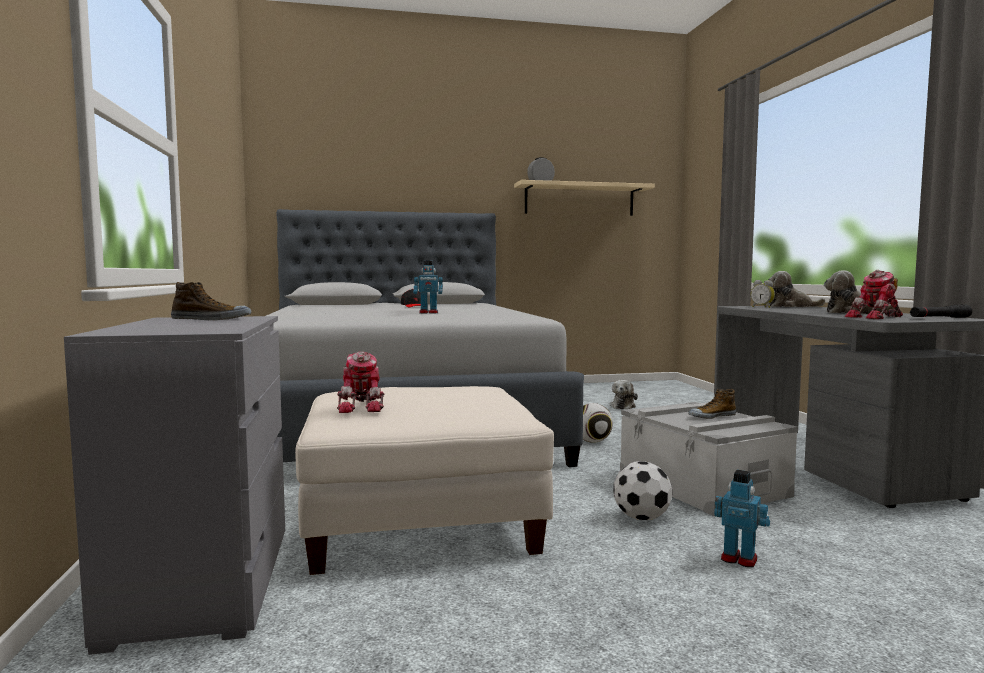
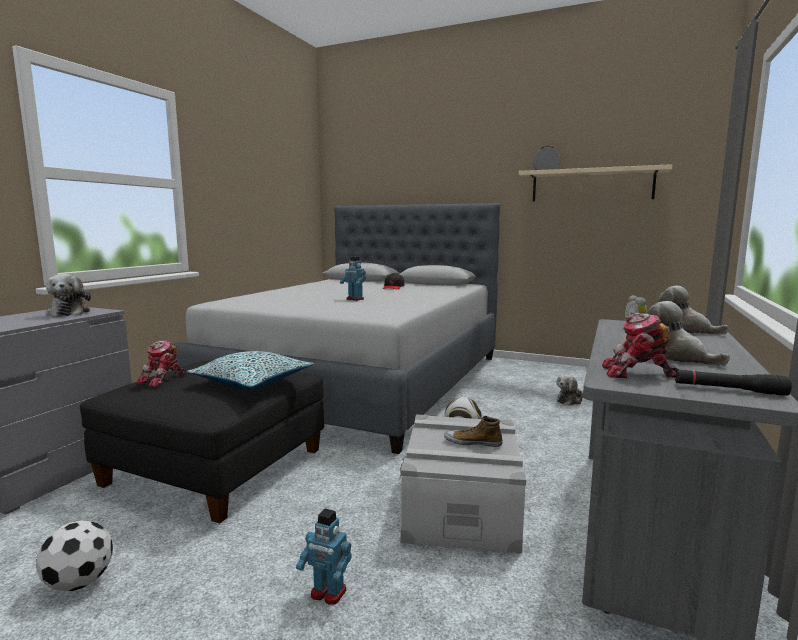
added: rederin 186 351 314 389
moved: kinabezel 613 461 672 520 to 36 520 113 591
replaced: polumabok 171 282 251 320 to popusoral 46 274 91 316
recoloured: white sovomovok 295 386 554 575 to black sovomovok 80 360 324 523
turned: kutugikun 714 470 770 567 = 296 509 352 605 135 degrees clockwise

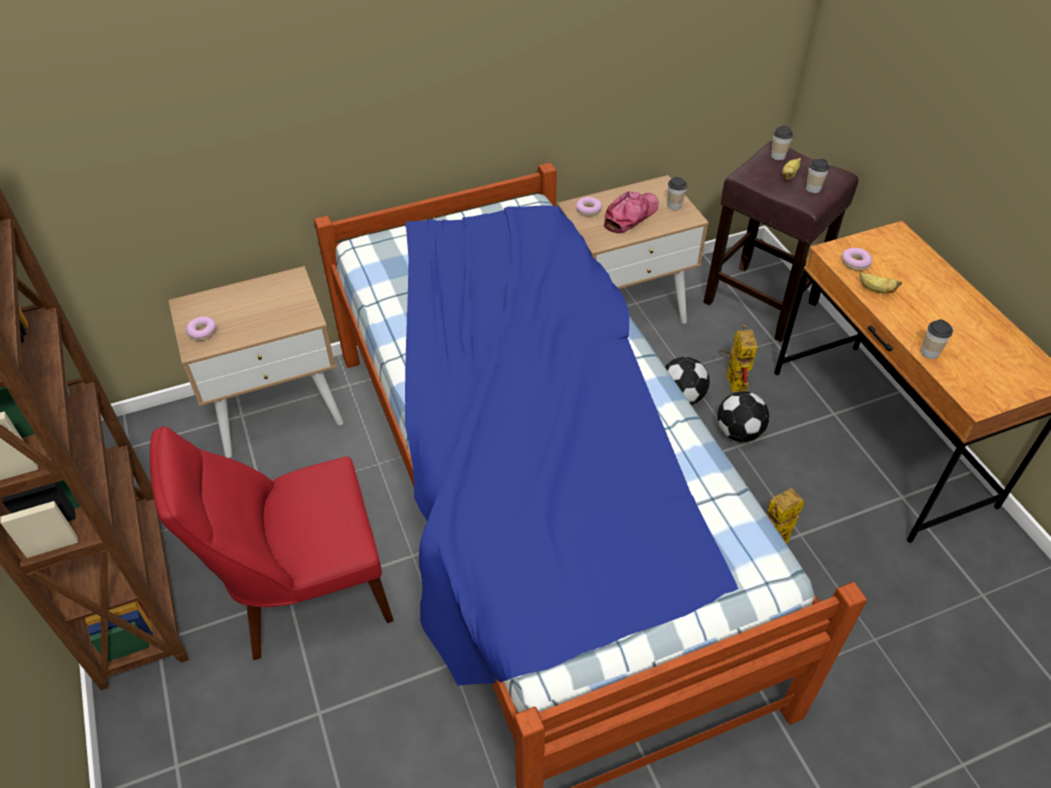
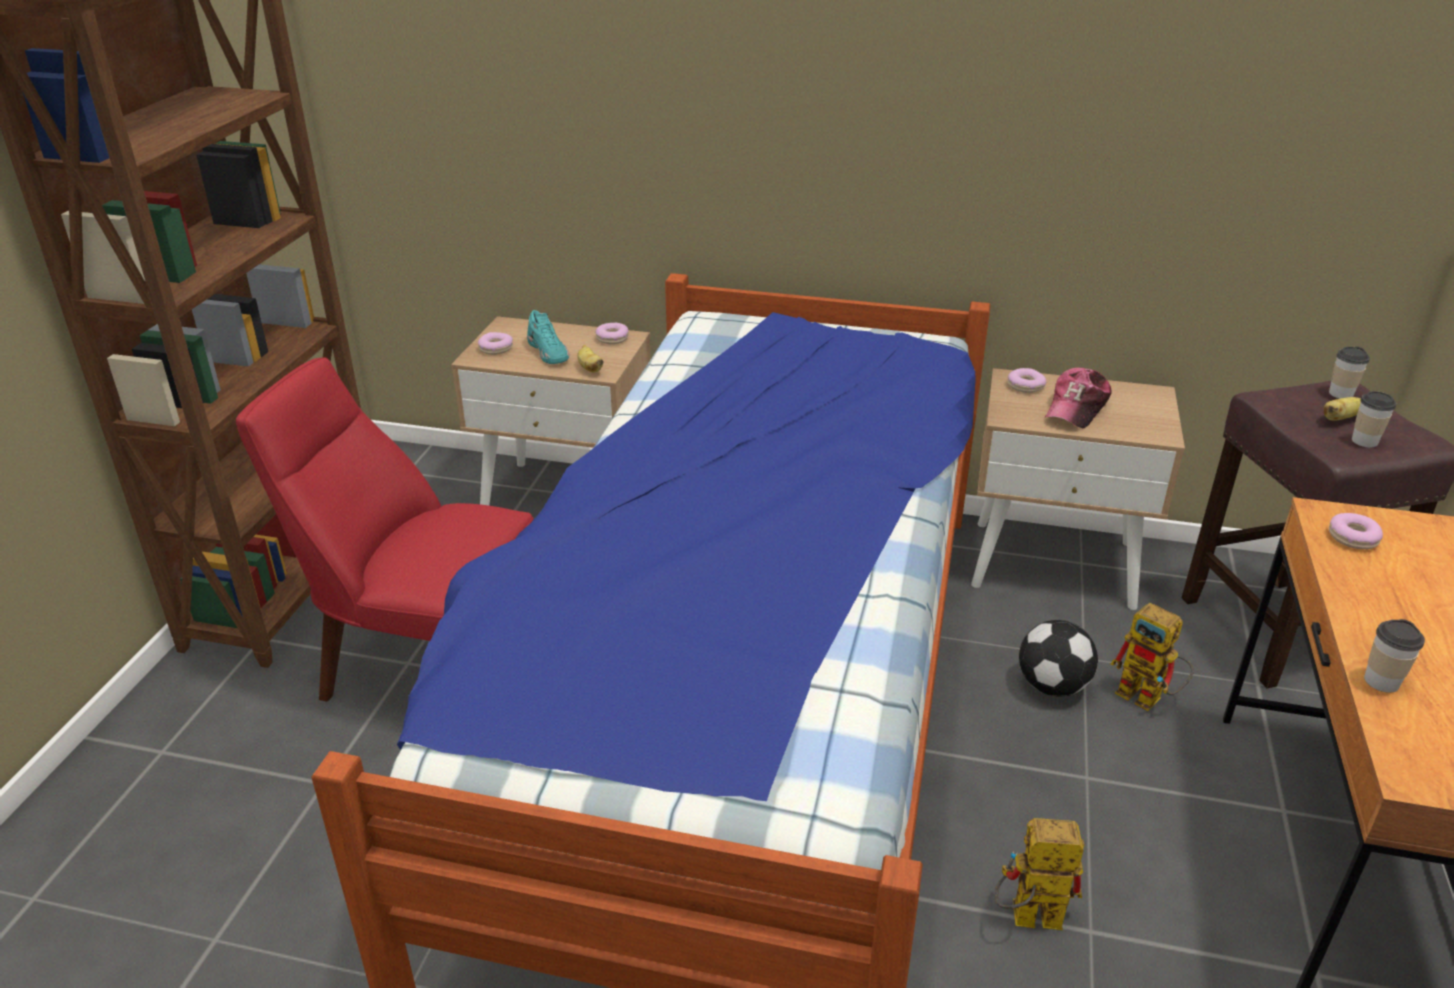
removed: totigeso 668 177 687 210; kinabezel 717 391 769 442
added: turquoise polumabok 527 310 569 364; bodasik 595 323 629 344
moved: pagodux 859 272 902 294 to 577 345 604 373
turned: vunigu 604 191 659 233 = 1045 368 1111 428 135 degrees clockwise; kutugikun 718 324 757 392 = 1111 603 1194 711 105 degrees clockwise

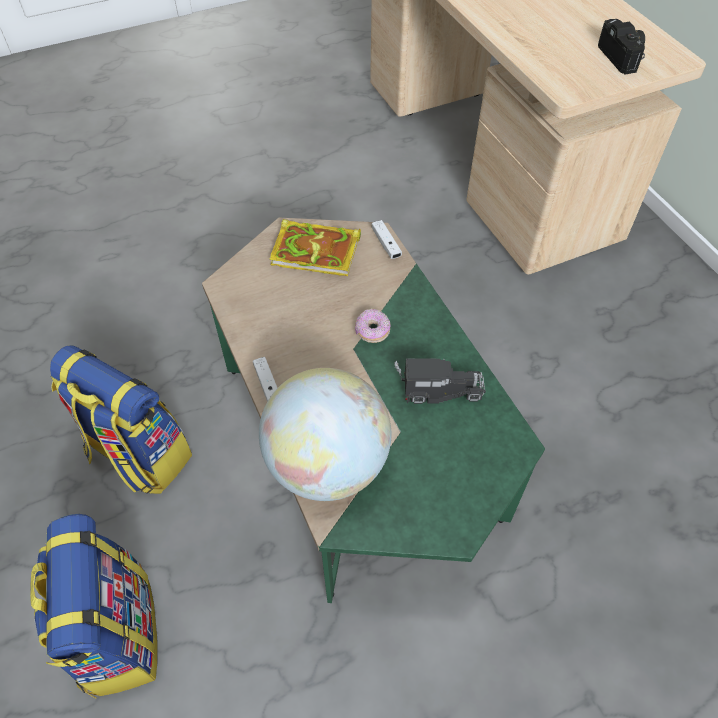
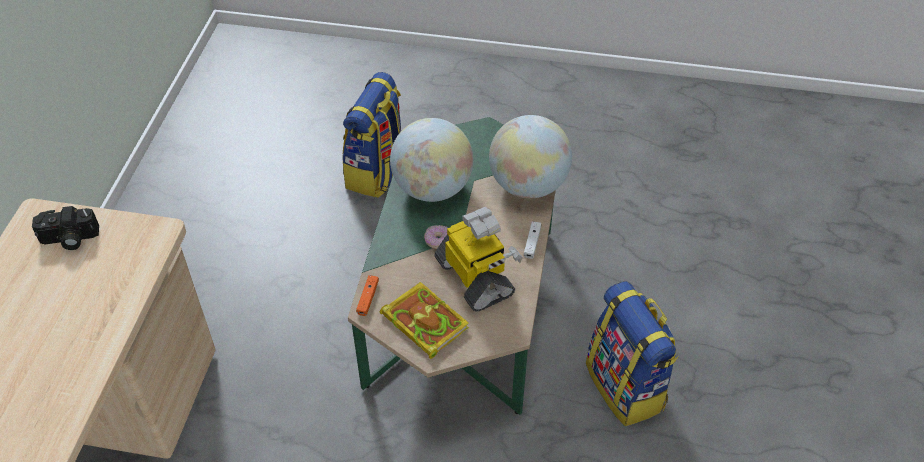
added: kutugikun 434 207 523 312
moved: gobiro 30 514 158 699 to 342 72 401 198
replaced: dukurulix 394 358 486 404 to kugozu 390 118 473 202
recoloured: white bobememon 372 220 402 259 to orange bobememon 356 275 379 316
turned: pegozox 598 19 645 74 = 32 206 99 250 120 degrees counterclockwise

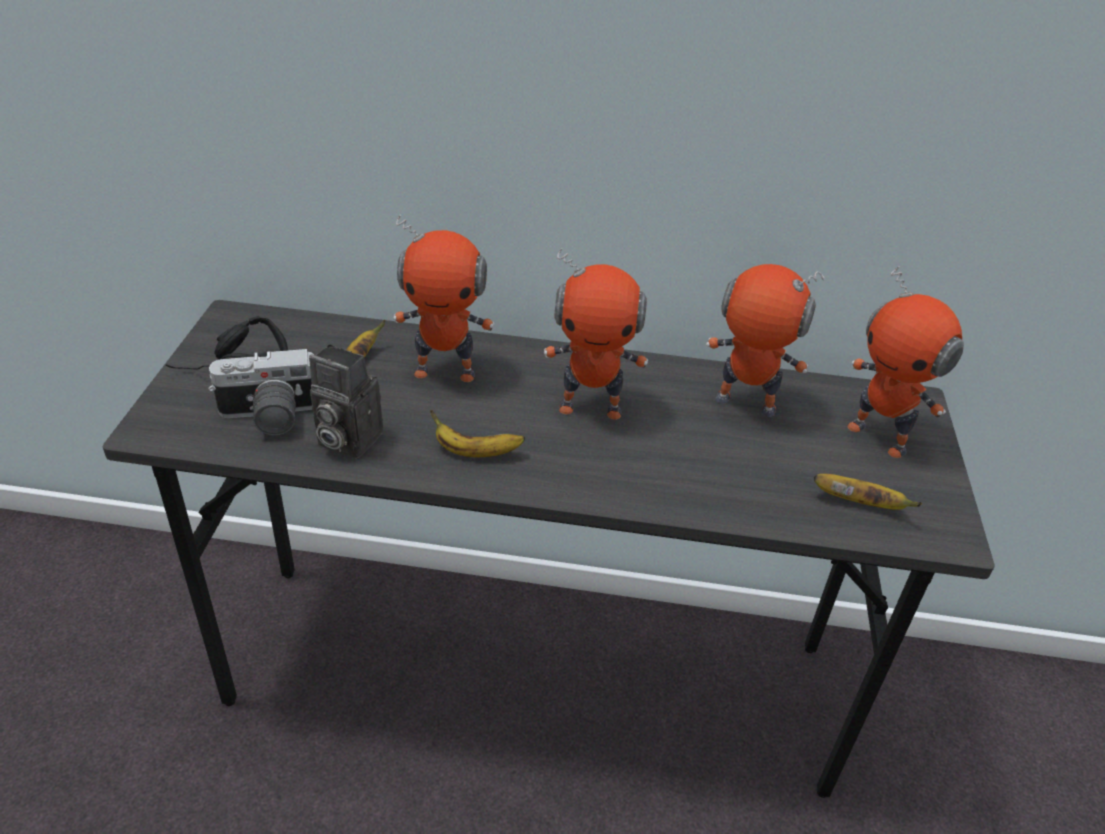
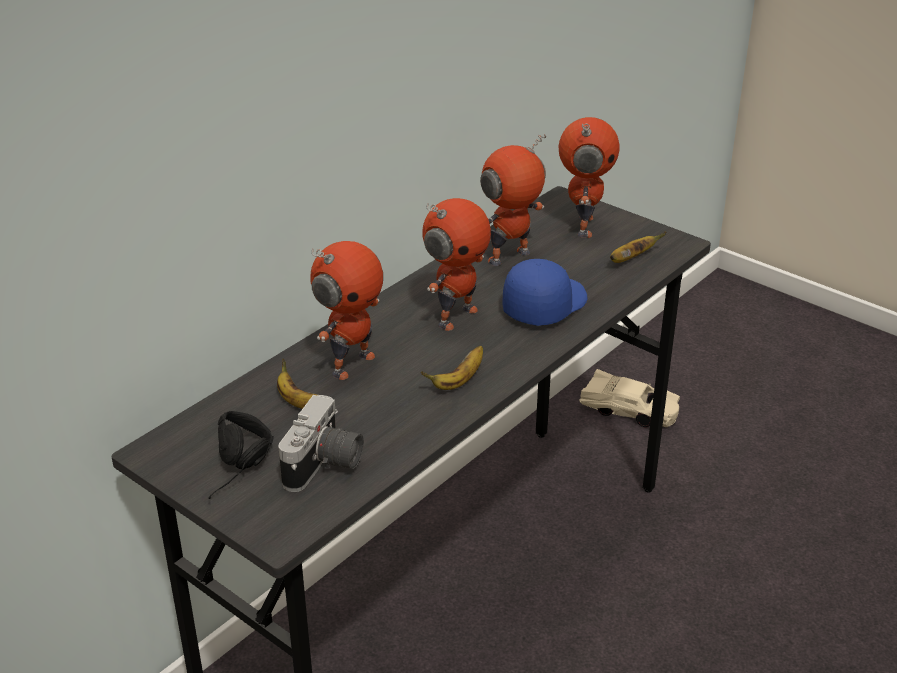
removed: pegozox 309 344 383 459
added: blue vunigu 502 259 587 326; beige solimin 579 369 680 427
turned: kutugikun 847 266 964 458 = 559 117 620 238 75 degrees counterclockwise

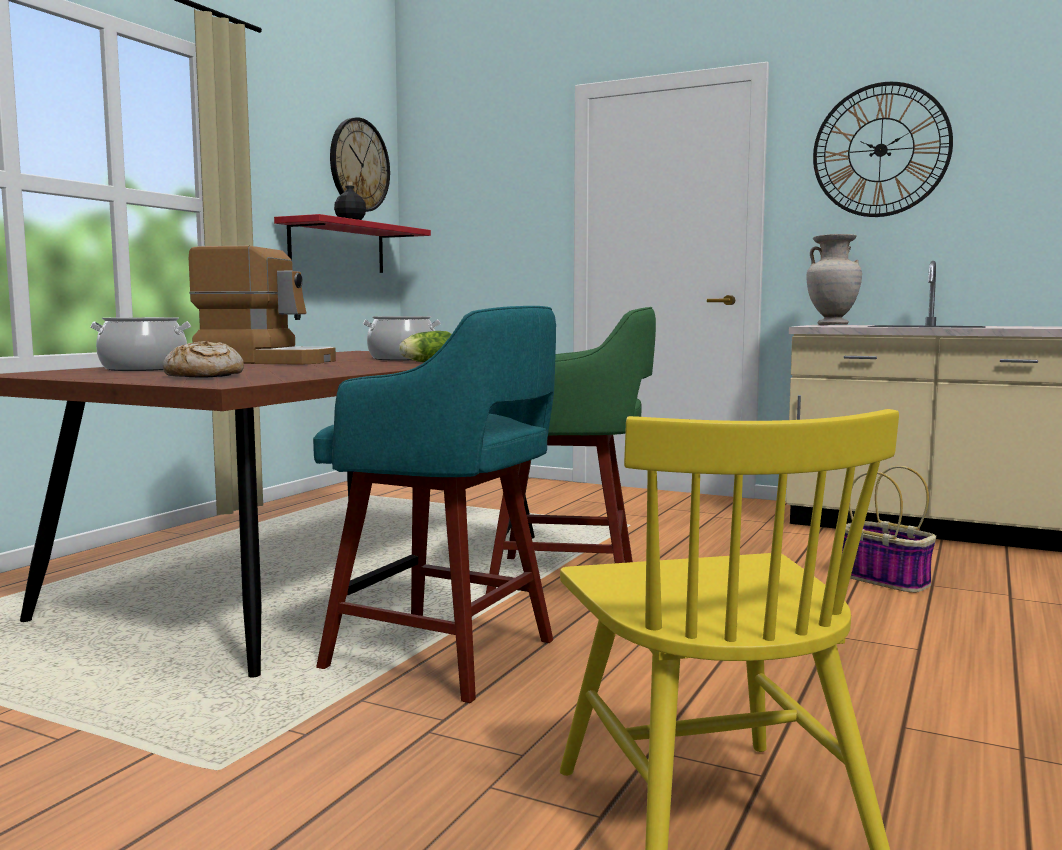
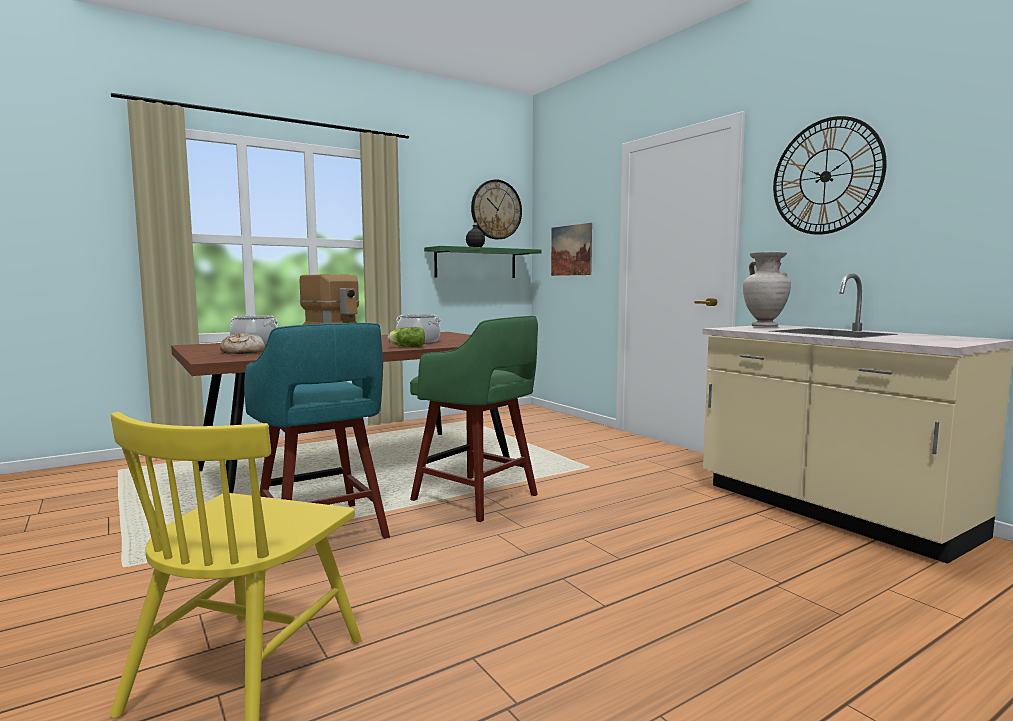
removed: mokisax 842 466 936 593
added: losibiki 551 223 592 276
recoloured: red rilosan 274 214 431 273 to green rilosan 424 246 542 278

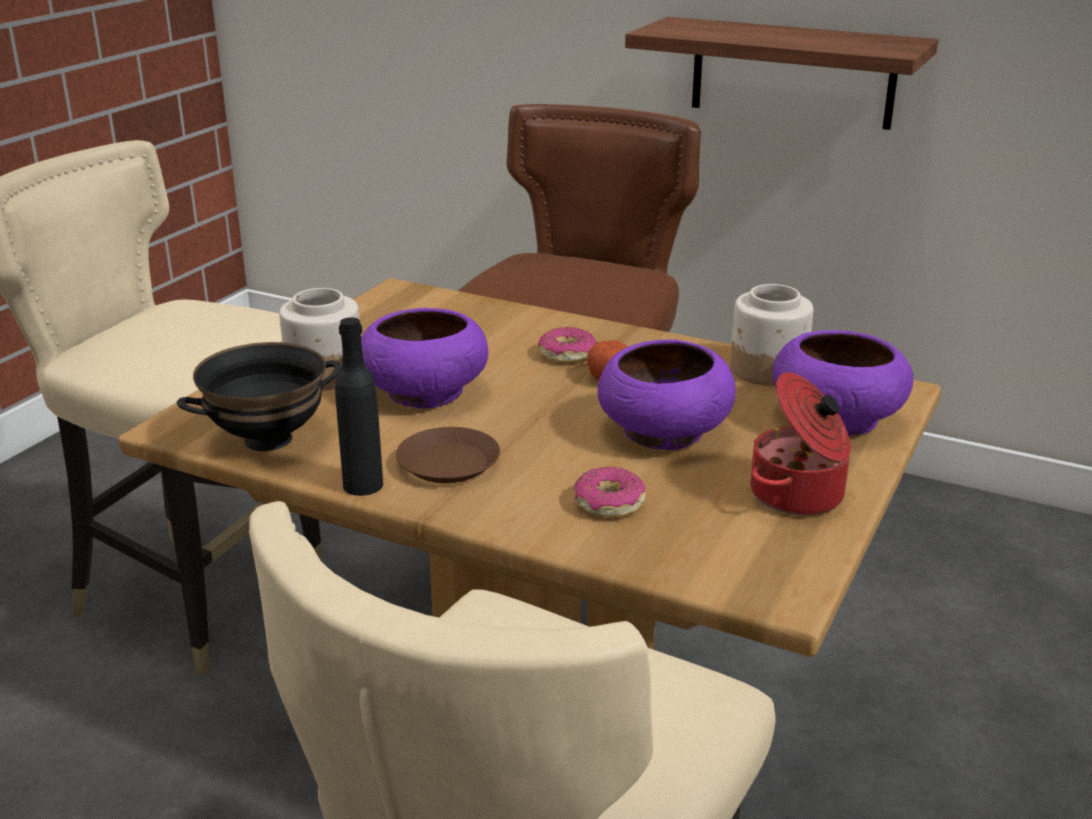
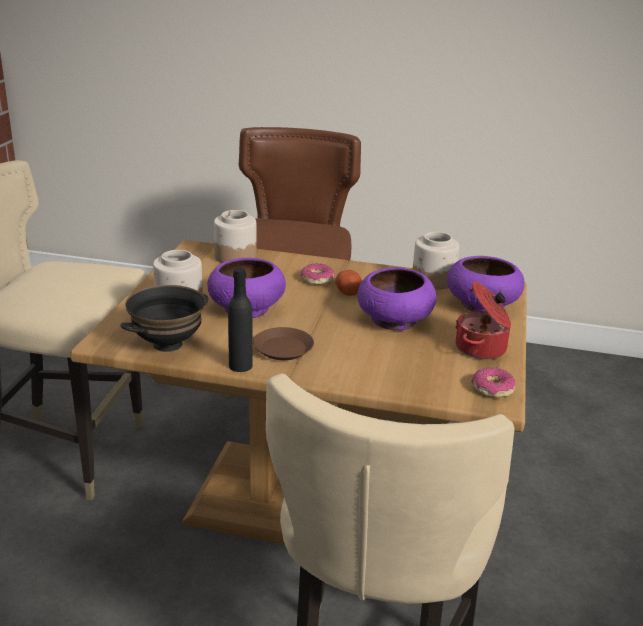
removed: rilosan 625 17 938 130
added: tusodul 214 210 257 263
moved: bodasik 574 467 646 517 to 471 367 515 398

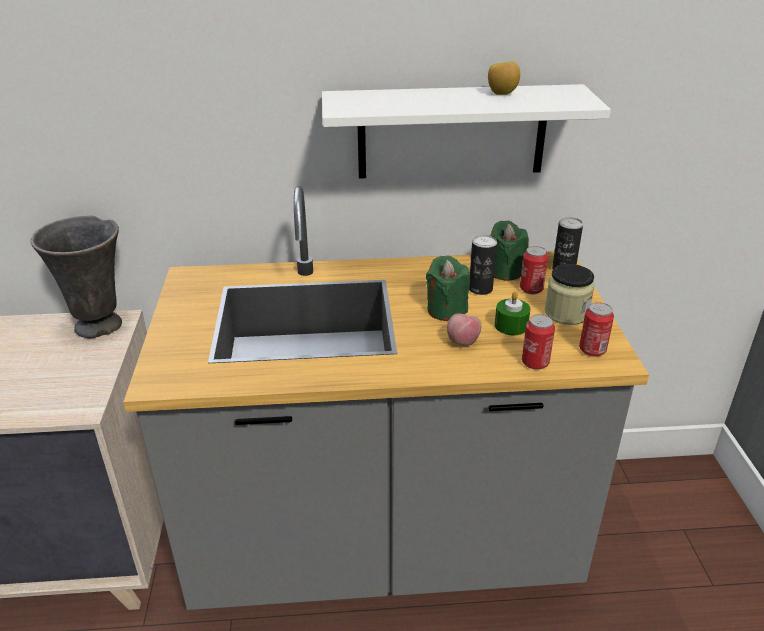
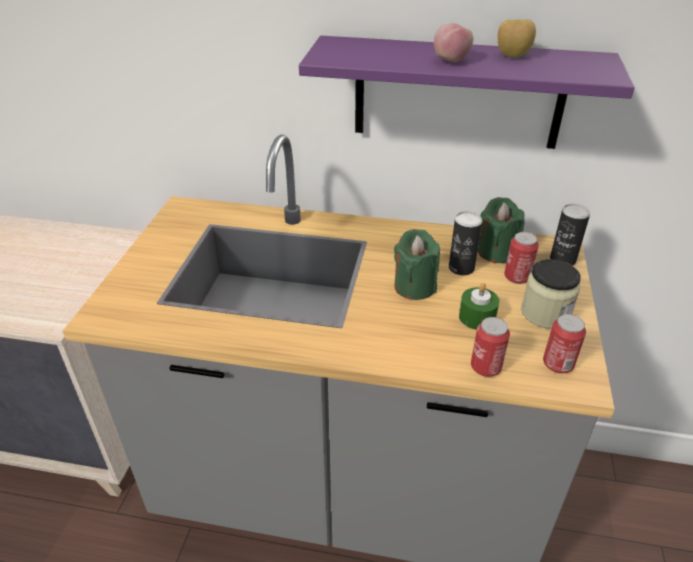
removed: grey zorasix 30 216 122 338
moved: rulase 447 313 481 346 to 434 23 473 62
recoloured: white rilosan 322 84 611 179 to purple rilosan 299 36 635 149

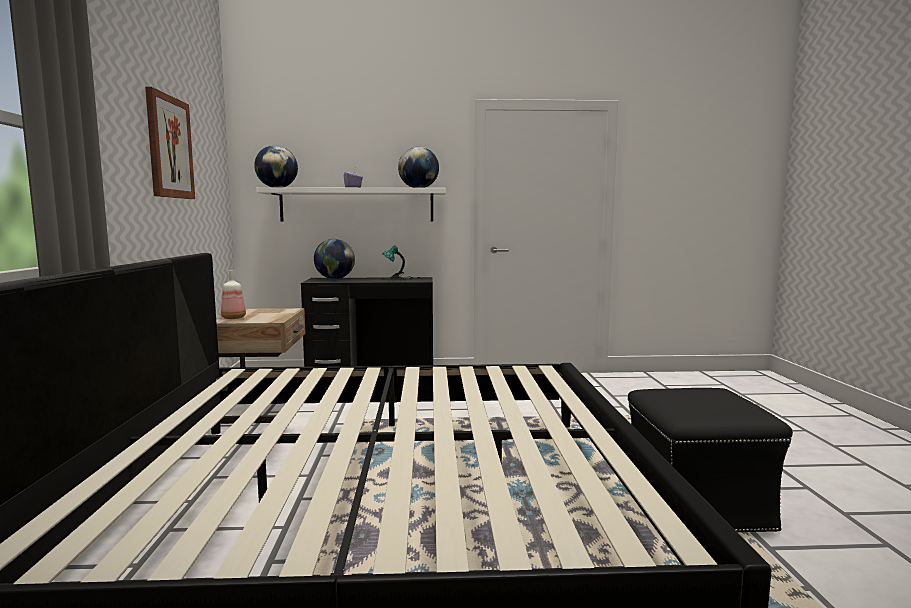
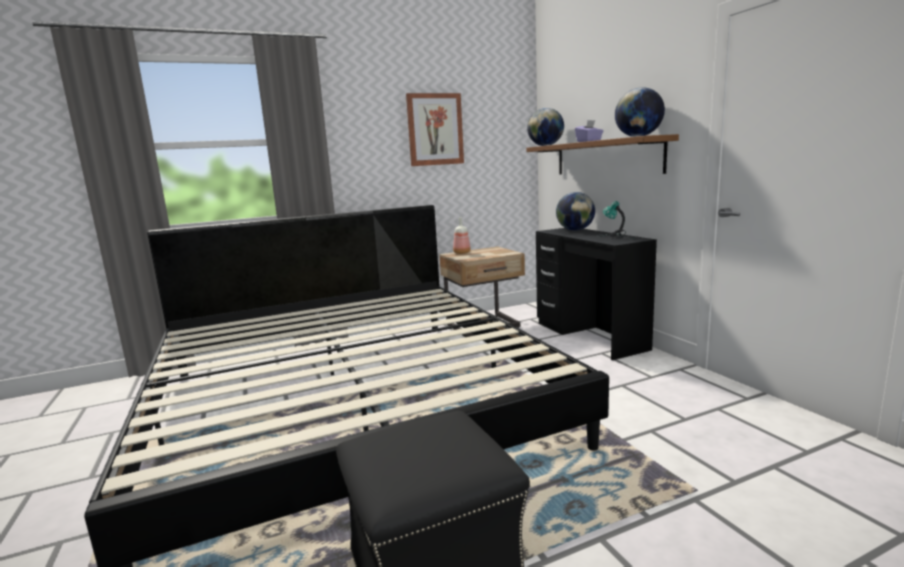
recoloured: white rilosan 256 187 446 222 to brown rilosan 526 134 679 175

